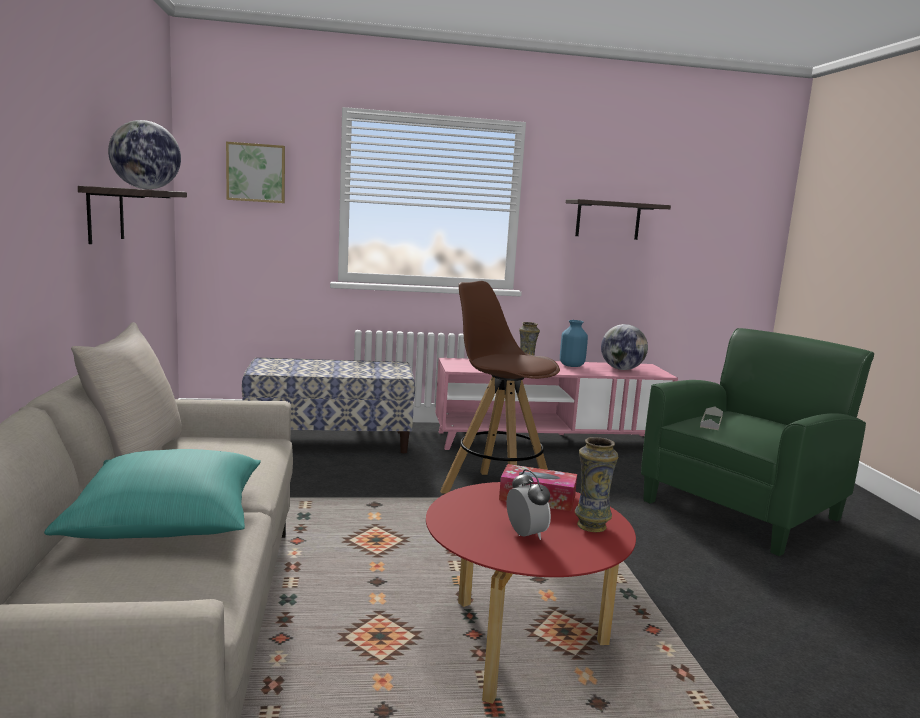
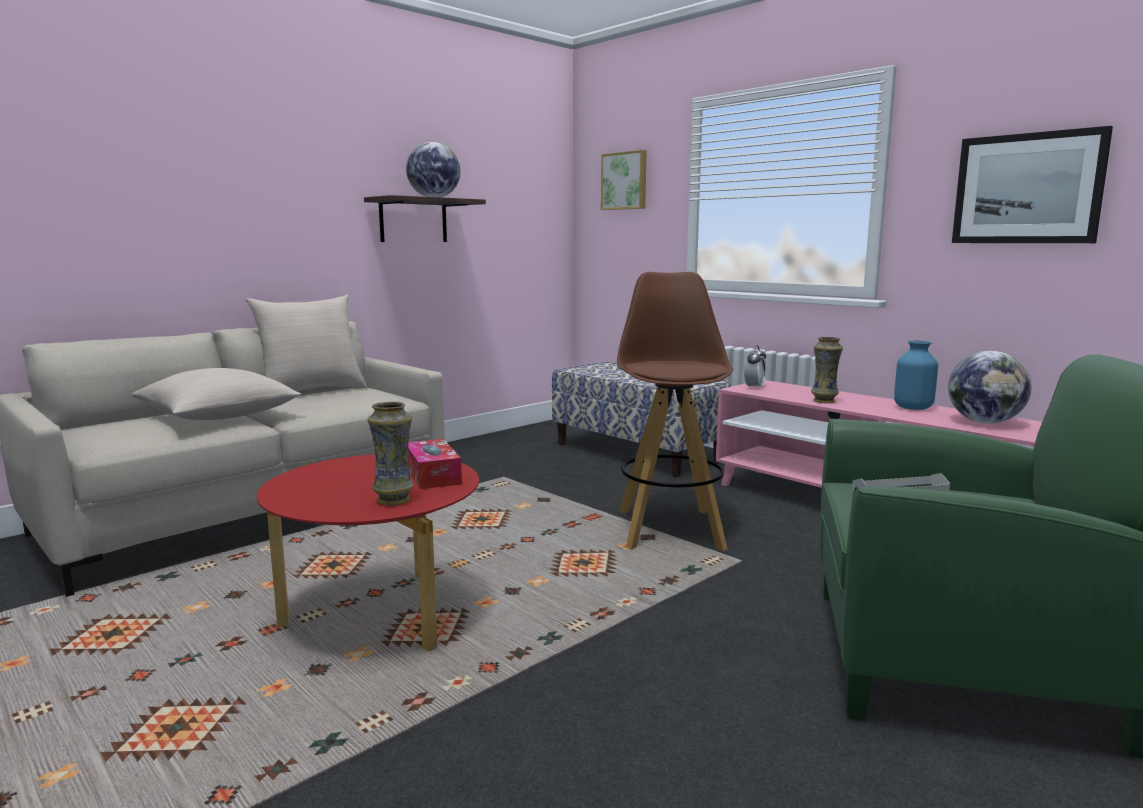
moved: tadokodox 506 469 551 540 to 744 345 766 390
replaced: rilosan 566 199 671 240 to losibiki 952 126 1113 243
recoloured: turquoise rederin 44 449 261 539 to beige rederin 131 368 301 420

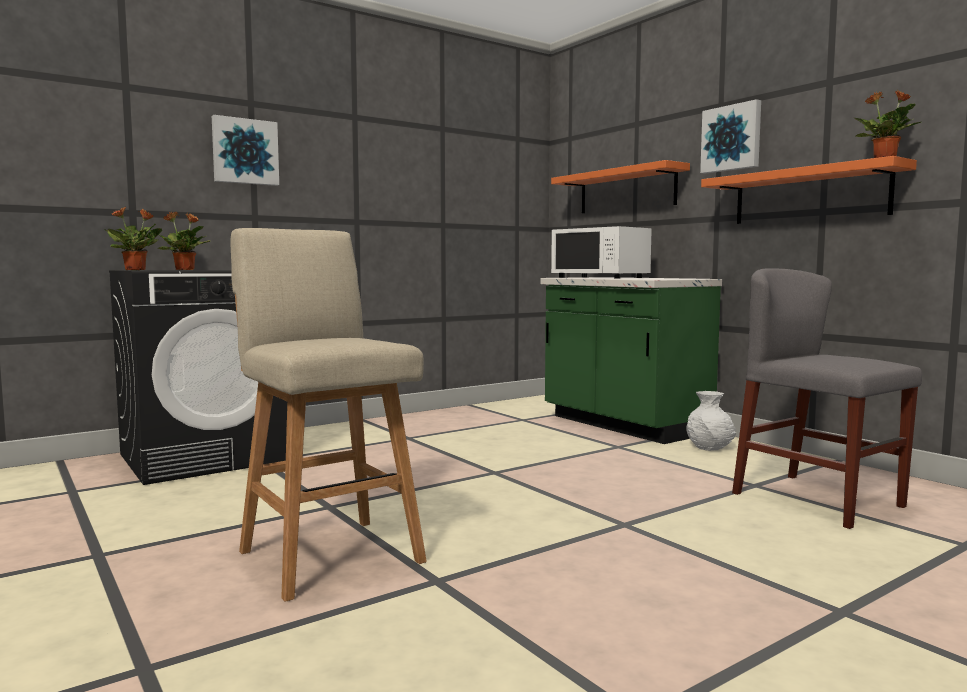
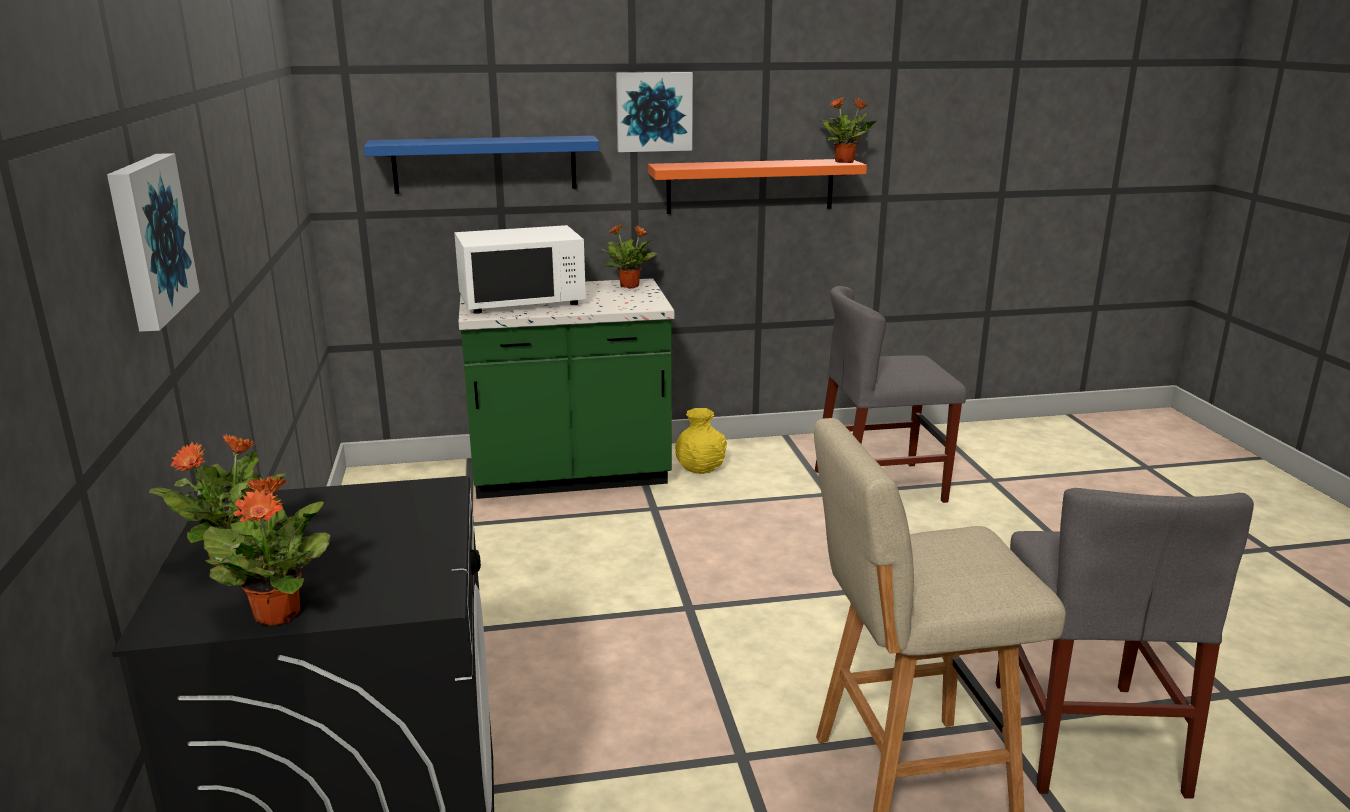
added: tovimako 602 223 657 288; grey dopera 996 488 1254 799
recoloured: orange rilosan 551 160 690 213 to blue rilosan 364 136 599 194; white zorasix 686 391 736 451 to yellow zorasix 675 408 727 474

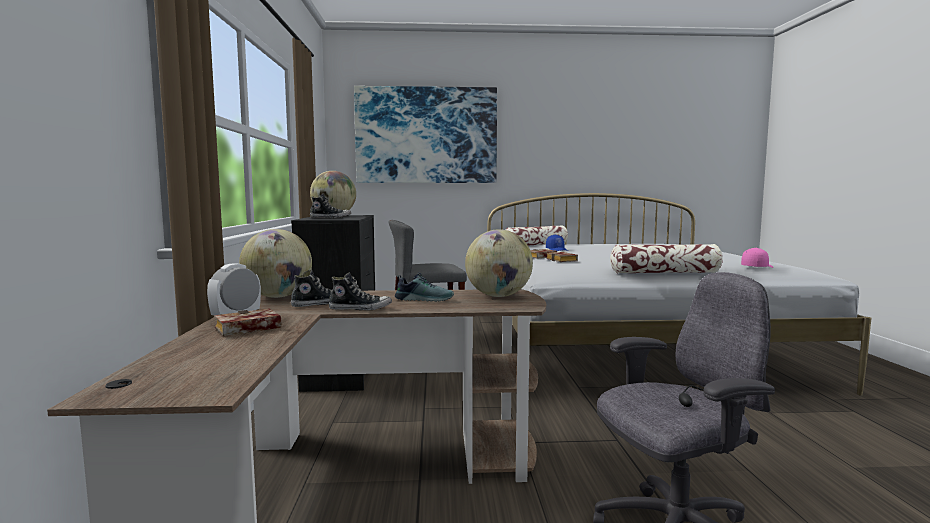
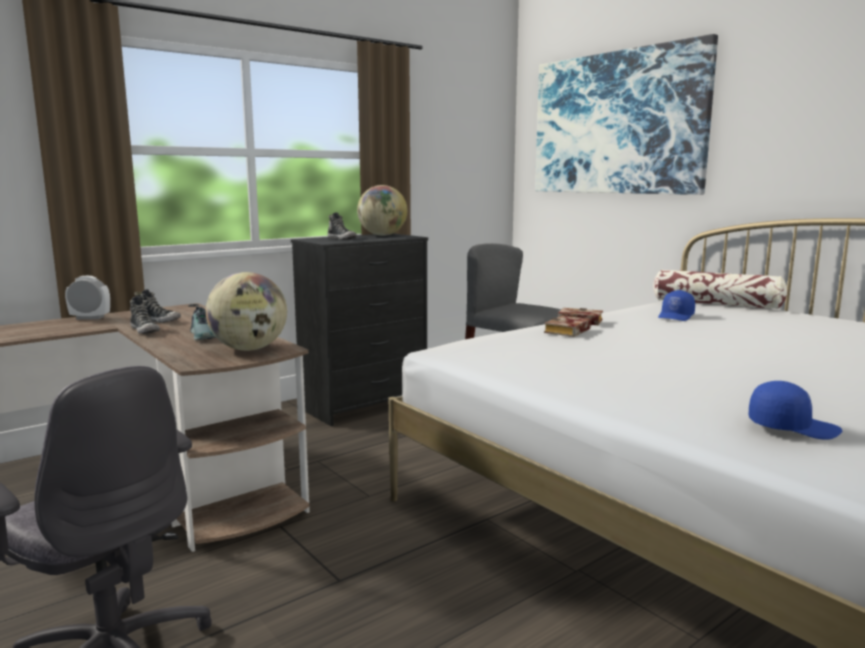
removed: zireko 214 309 282 336; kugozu 239 229 312 298; rederin 610 244 723 273
recoloured: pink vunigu 741 248 773 268 to blue vunigu 749 381 842 440

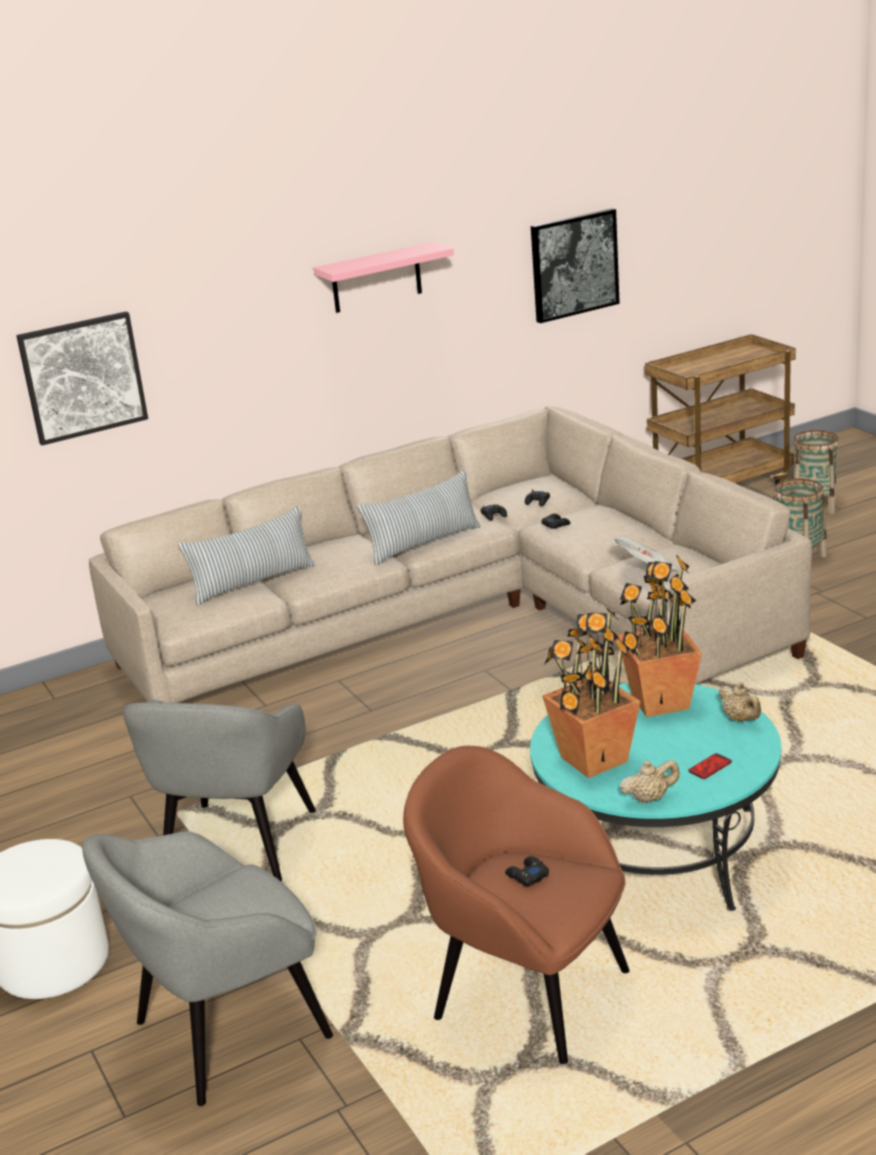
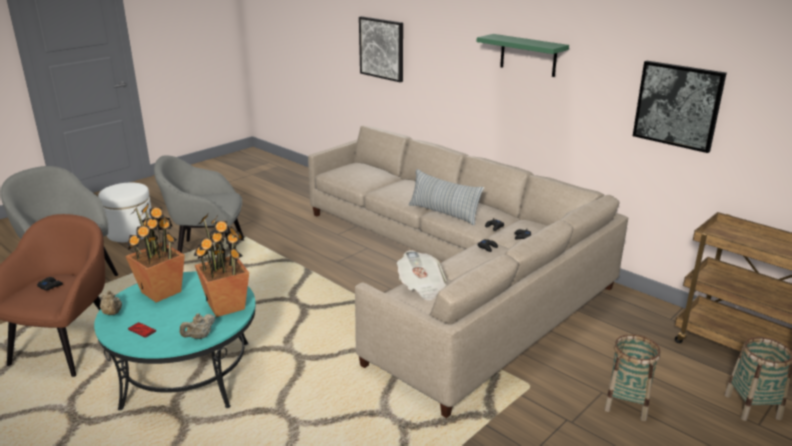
removed: rederin 178 506 315 605
recoloured: pink rilosan 313 242 454 313 to green rilosan 476 34 569 77

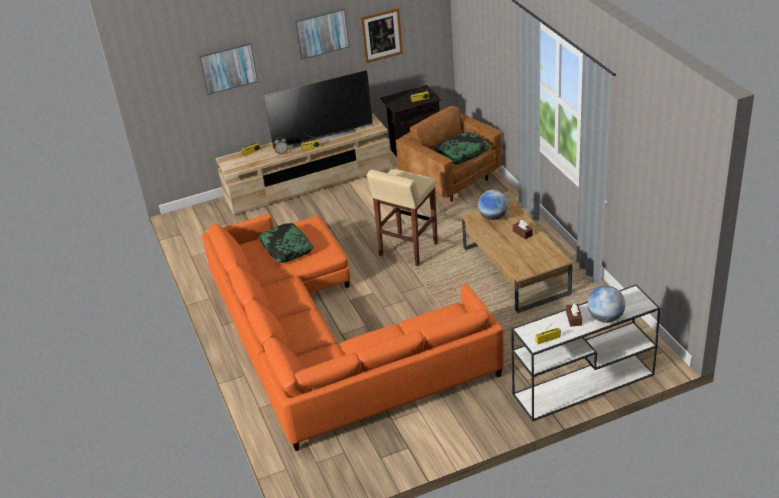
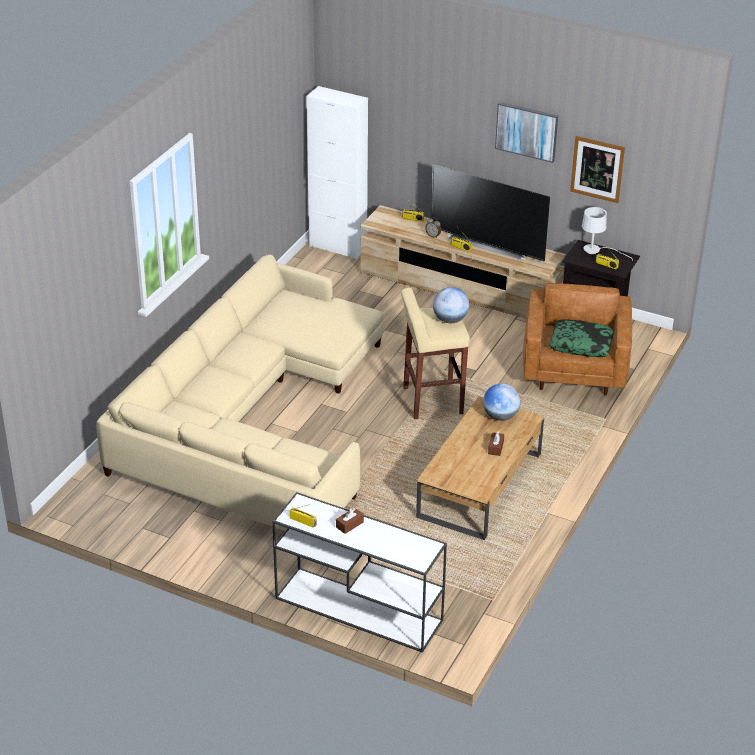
removed: losibiki 199 43 258 95; rederin 258 223 314 263
added: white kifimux 306 86 368 259; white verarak 582 207 633 261
moved: kugozu 588 286 625 323 to 433 287 469 323
recoloured: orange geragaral 202 215 503 451 to beige geragaral 96 255 383 531

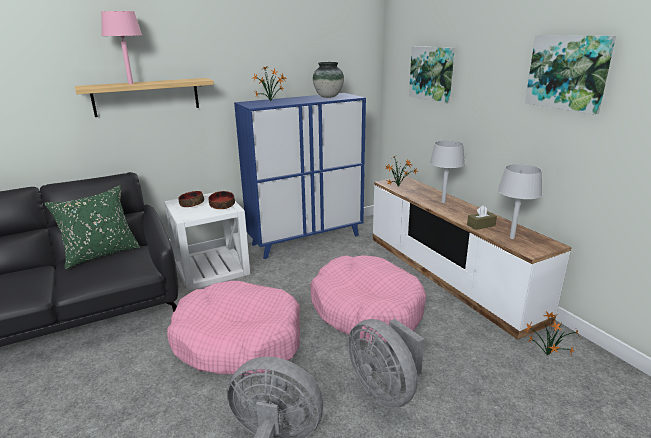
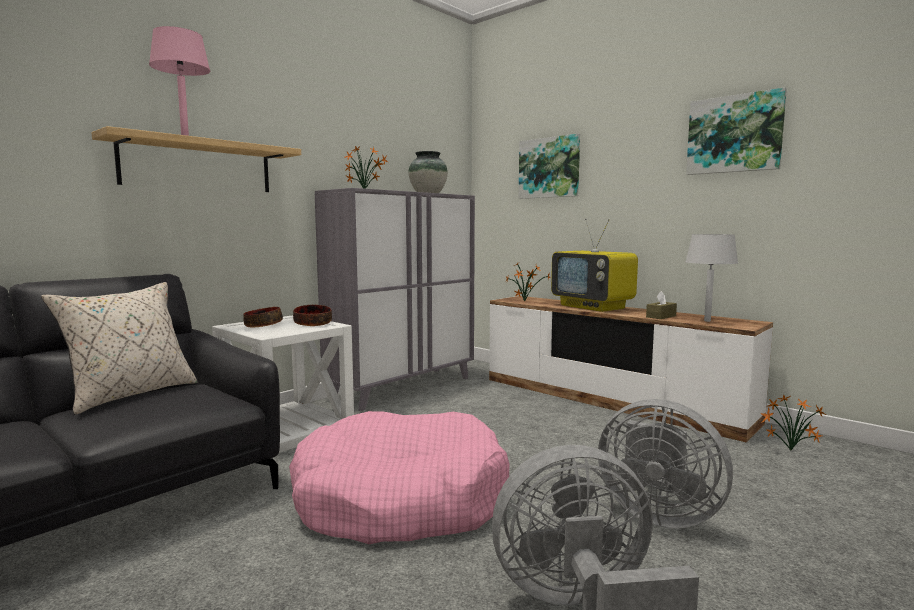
removed: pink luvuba 310 255 426 344
replaced: grey verarak 430 140 465 203 to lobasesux 551 218 638 312
recoloured: green rederin 44 185 140 269 to beige rederin 41 282 198 415; blue kifimux 234 93 366 259 to grey kifimux 315 188 475 411

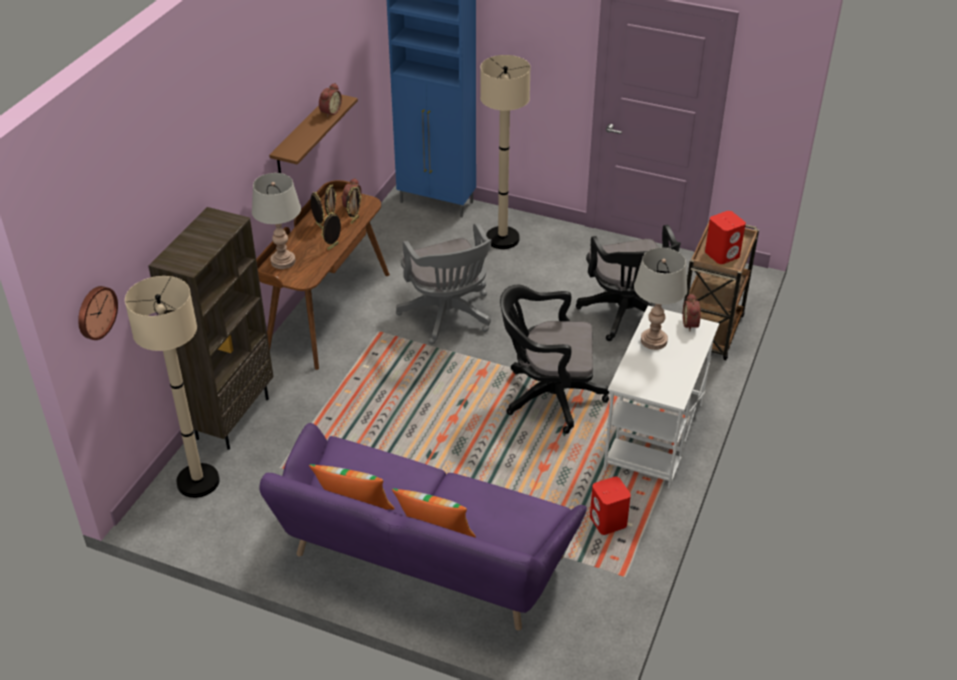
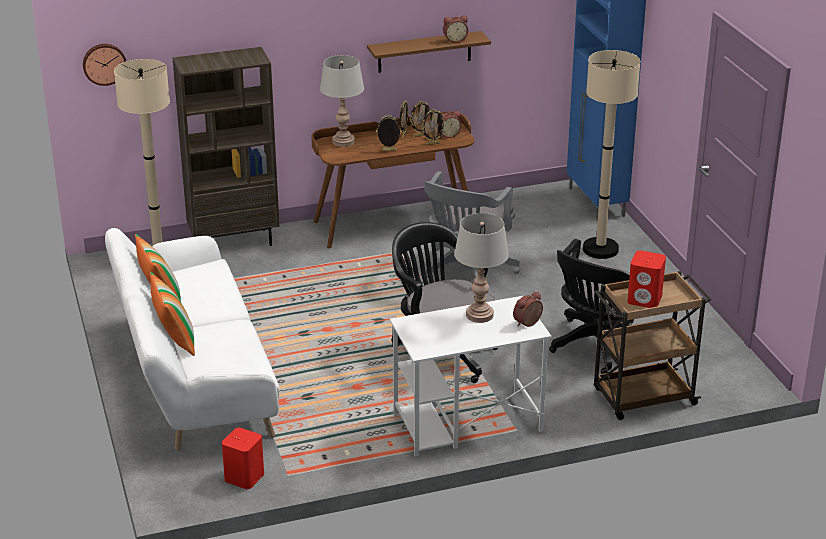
moved: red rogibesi 590 477 631 535 to 222 428 264 489
recoloured: purple geragaral 259 423 587 631 to white geragaral 105 228 279 451

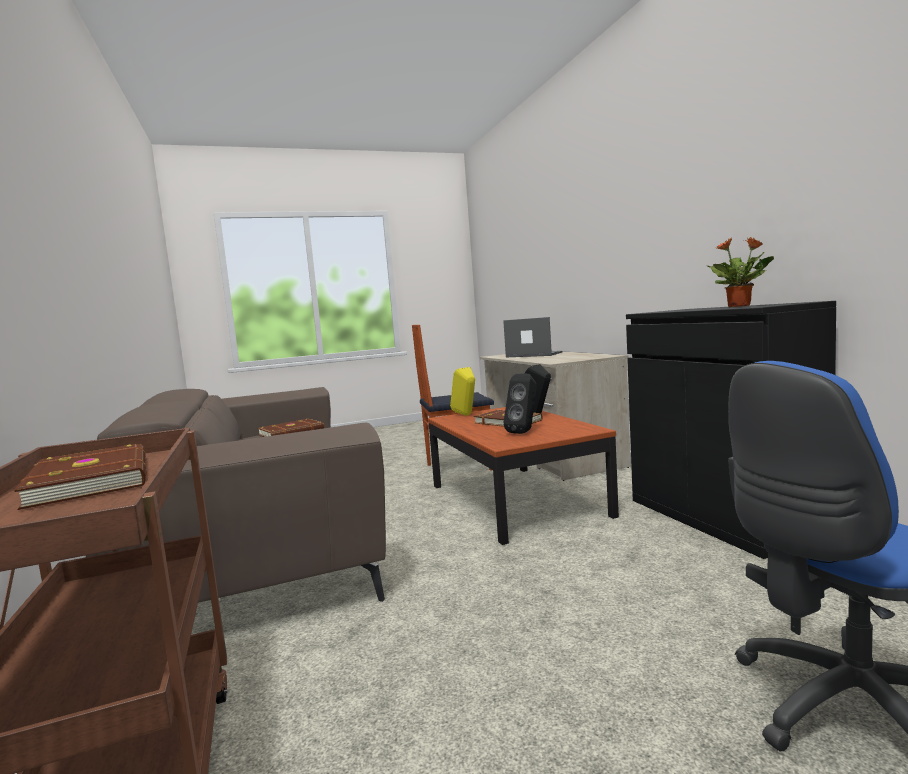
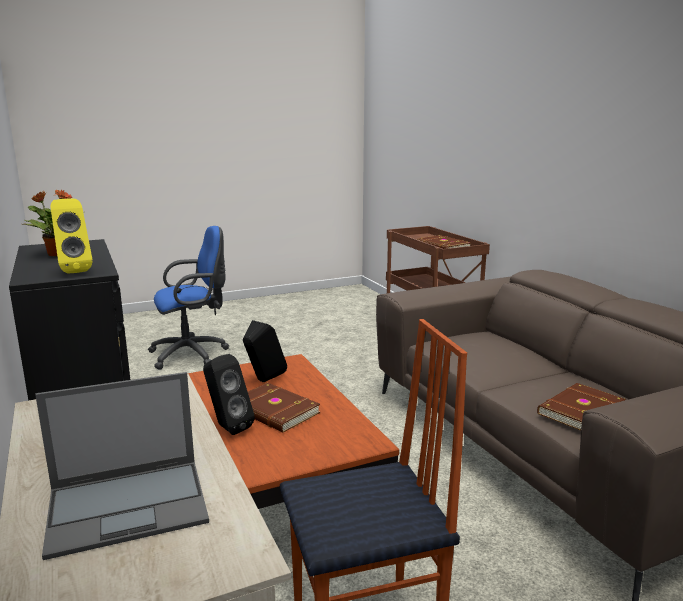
moved: yellow rogibesi 450 367 475 416 to 51 199 93 273
turned: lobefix 503 317 563 357 = 35 372 209 560 45 degrees counterclockwise

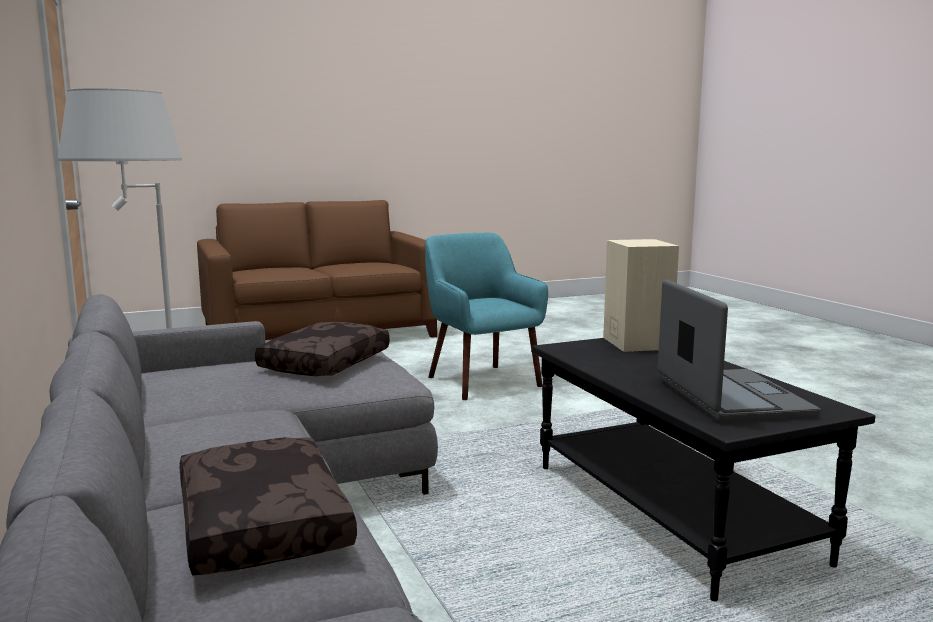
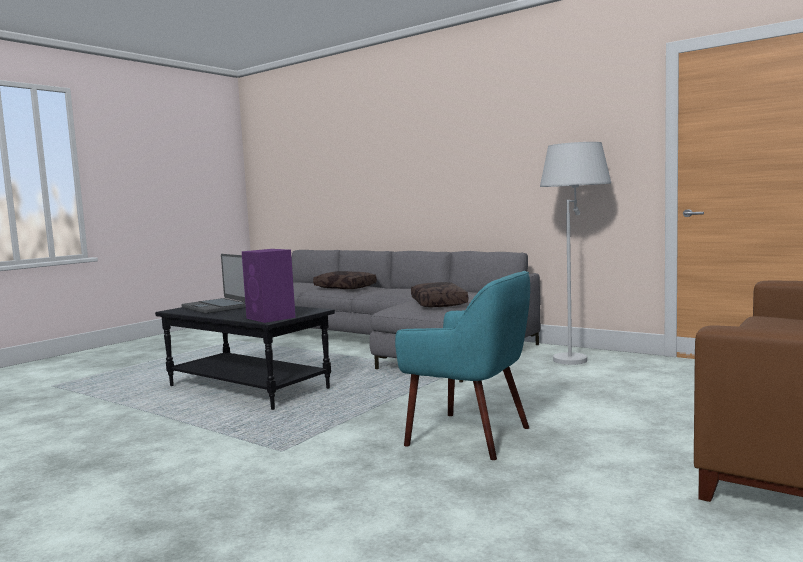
recoloured: beige rogibesi 603 239 679 352 to purple rogibesi 242 249 295 323

